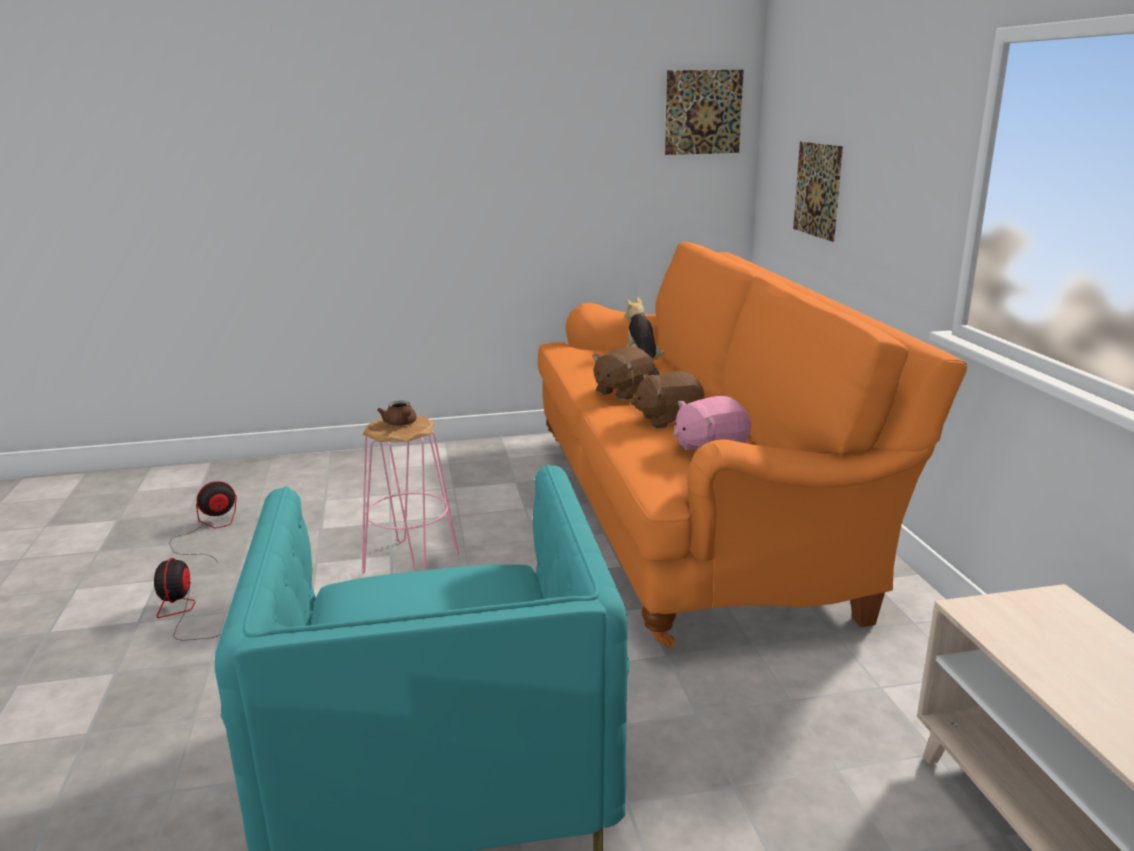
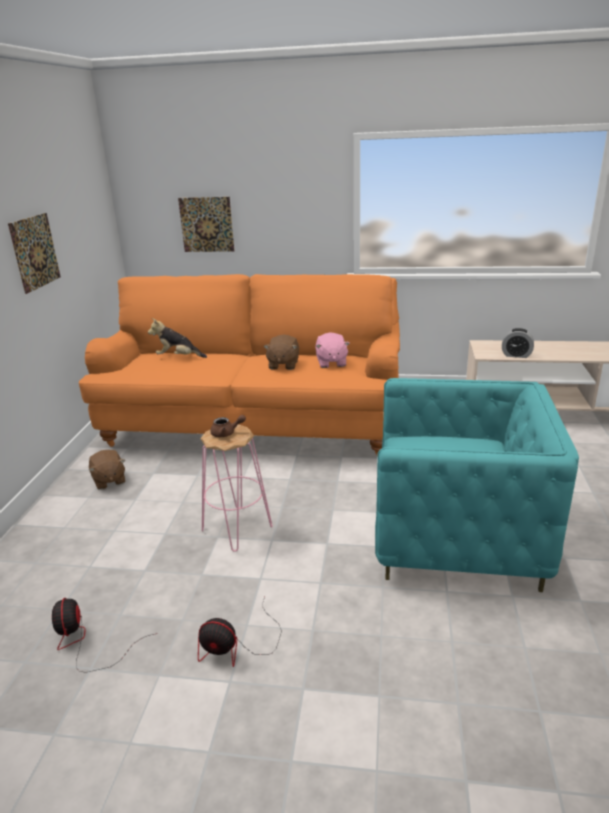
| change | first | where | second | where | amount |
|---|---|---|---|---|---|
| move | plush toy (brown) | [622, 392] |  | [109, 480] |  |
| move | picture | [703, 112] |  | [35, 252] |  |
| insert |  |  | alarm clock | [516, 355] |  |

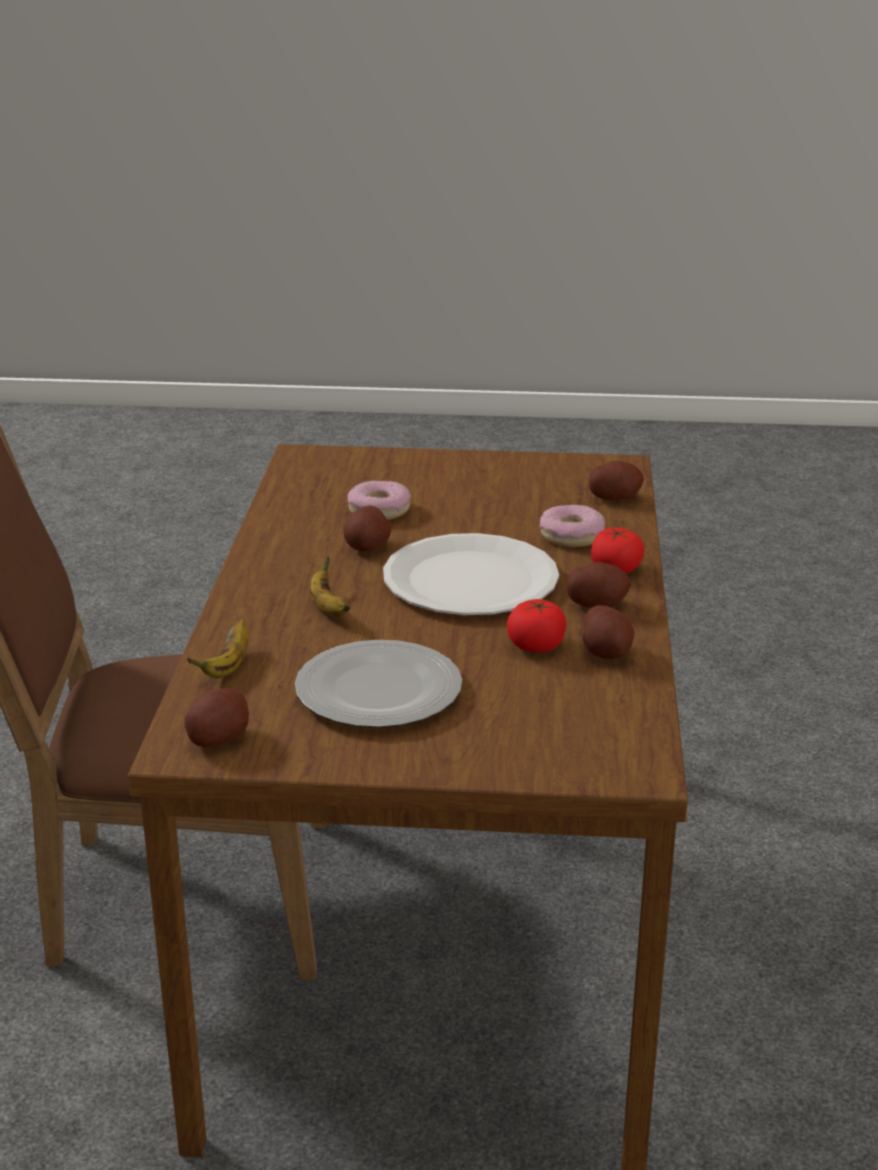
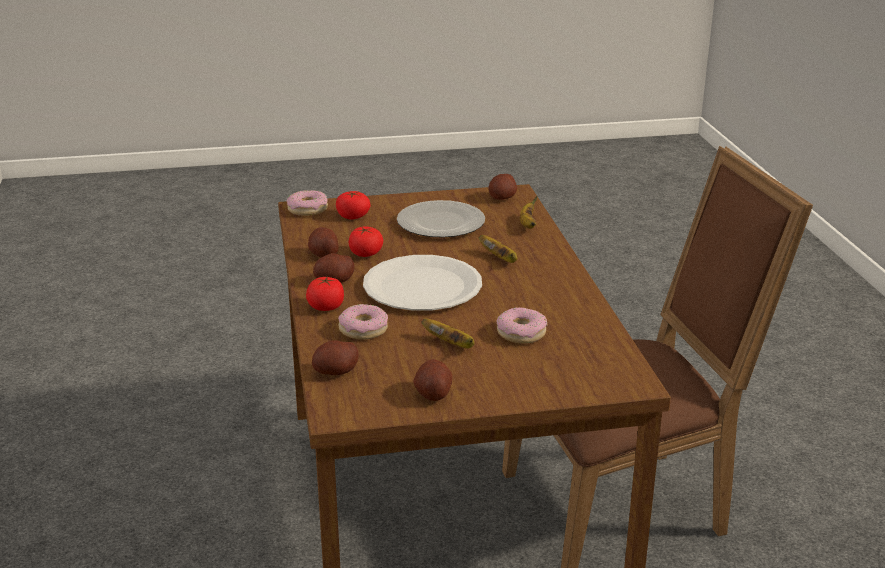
| change | first | where | second | where | amount |
|---|---|---|---|---|---|
| move | potato | [368, 546] |  | [433, 394] |  |
| insert |  |  | donut | [307, 209] |  |
| insert |  |  | tomato | [353, 216] |  |
| insert |  |  | banana | [451, 344] |  |

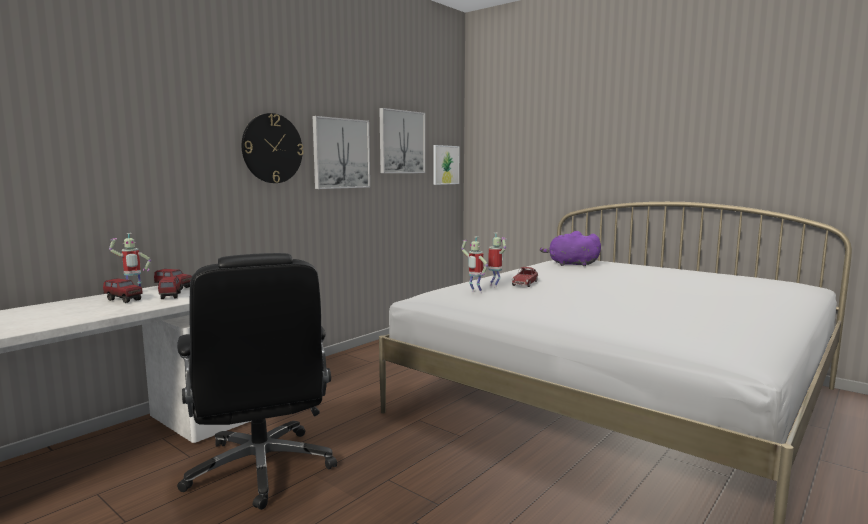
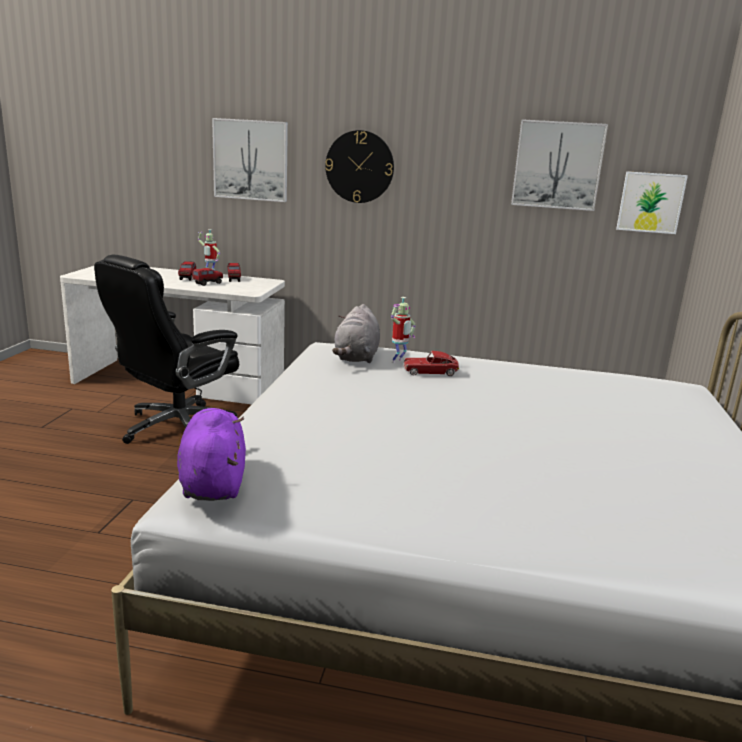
| change | first | where | second | where | amount |
|---|---|---|---|---|---|
| move | picture | [341, 153] |  | [250, 160] |  |
| replace | toy robot | [475, 292] | plush toy (grey) | [356, 357] |  |
| move | plush toy (purple) | [570, 264] |  | [213, 482] |  |

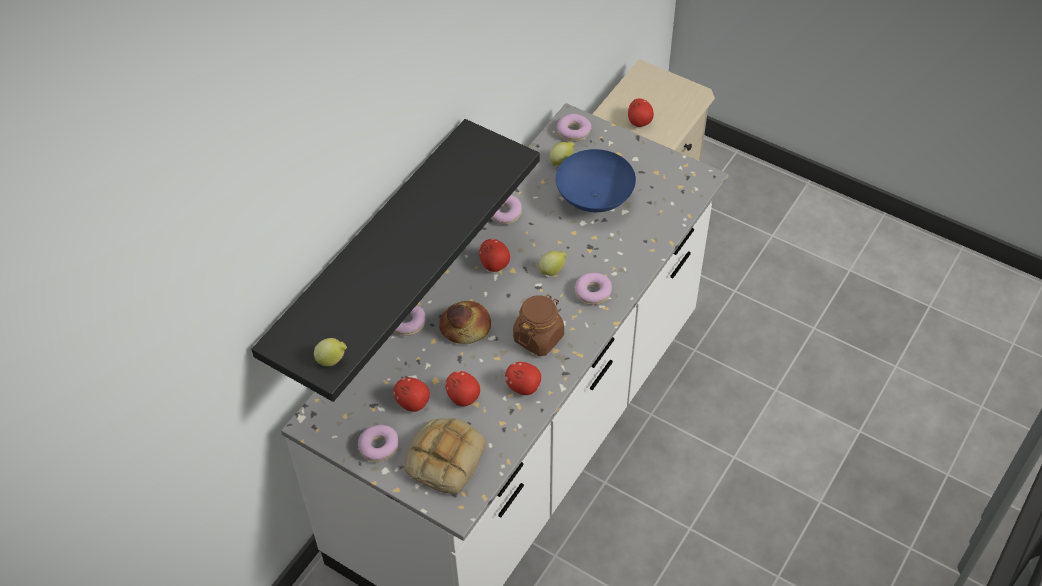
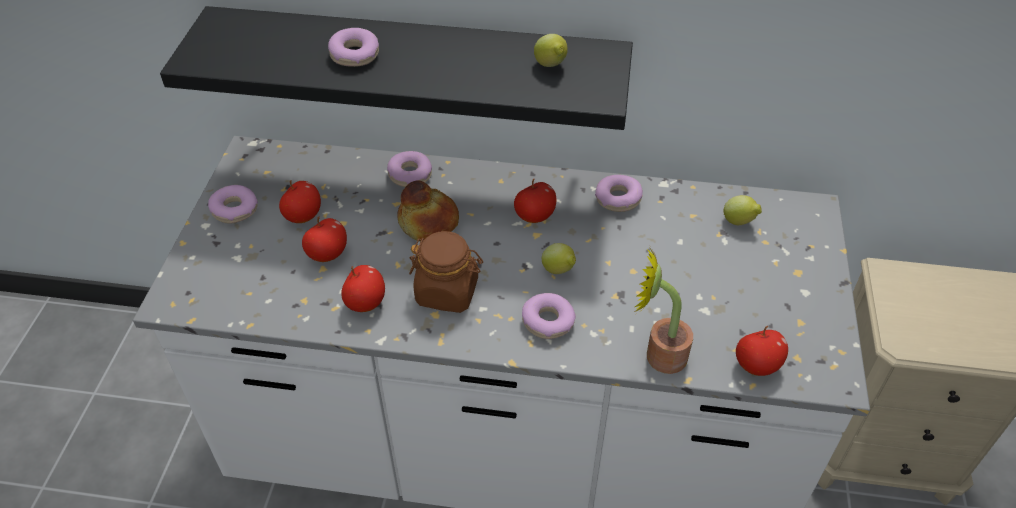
| change | first | where | second | where | amount |
|---|---|---|---|---|---|
| move | lemon | [332, 360] |  | [551, 66] |  |
| delete | bread | [444, 457] |  |  |  |
| delete | bowl (blue) | [594, 197] |  |  |  |
| move | donut | [573, 132] |  | [354, 55] |  |
| move | apple | [639, 122] |  | [757, 365] |  |
| insert |  |  | potted plant | [657, 355] |  |

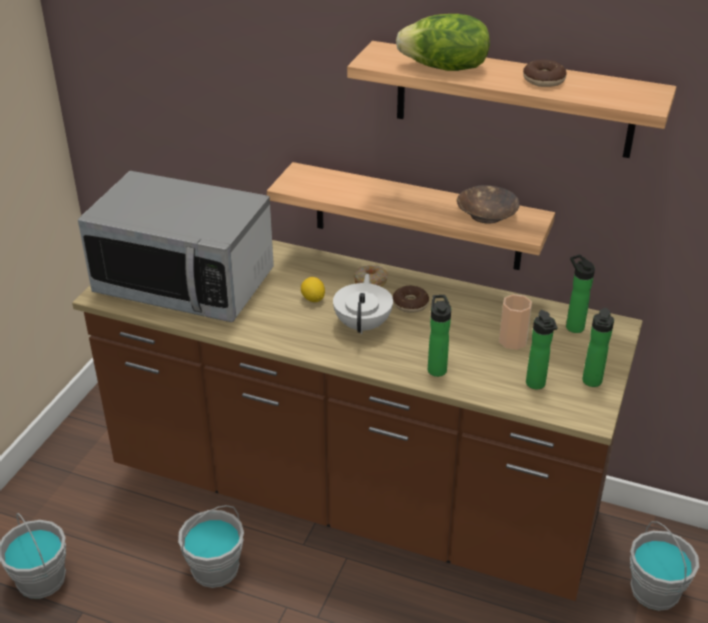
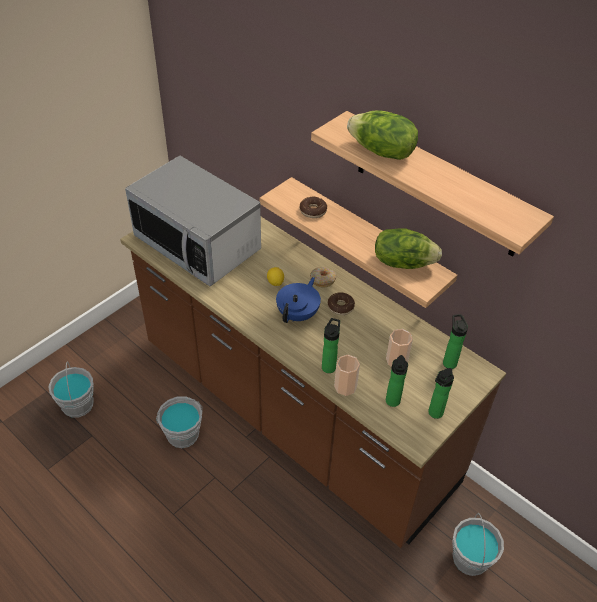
| change | first | where | second | where | amount |
|---|---|---|---|---|---|
| recolor | teapot (white) | [363, 325] | teapot (blue) | [298, 314] |  |
| replace | bowl (brown) | [486, 214] | lettuce | [403, 262] |  |
| move | donut | [543, 80] |  | [313, 211] |  |
| insert |  |  | cup | [345, 386] |  |

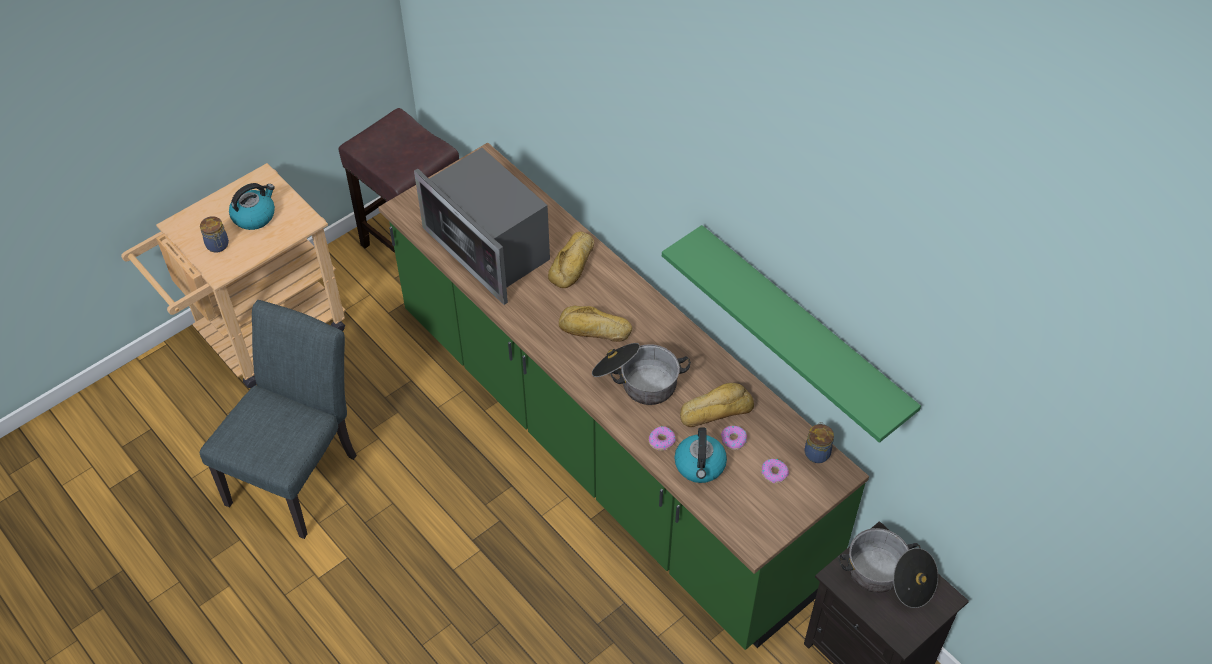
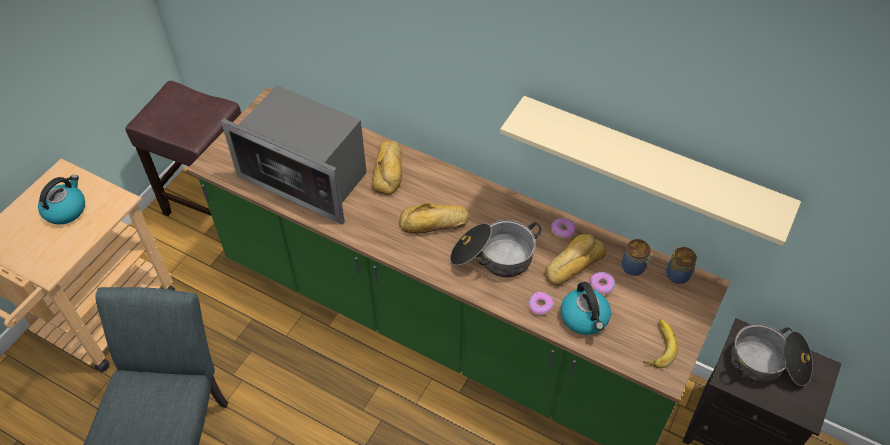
| change | first | where | second | where | amount |
|---|---|---|---|---|---|
| move | jar | [218, 246] |  | [634, 268] |  |
| recolor | shelf (green) | [802, 329] | shelf (beige) | [650, 165] |  |
| move | donut | [774, 473] |  | [563, 230] |  |
| insert |  |  | banana | [657, 345] |  |

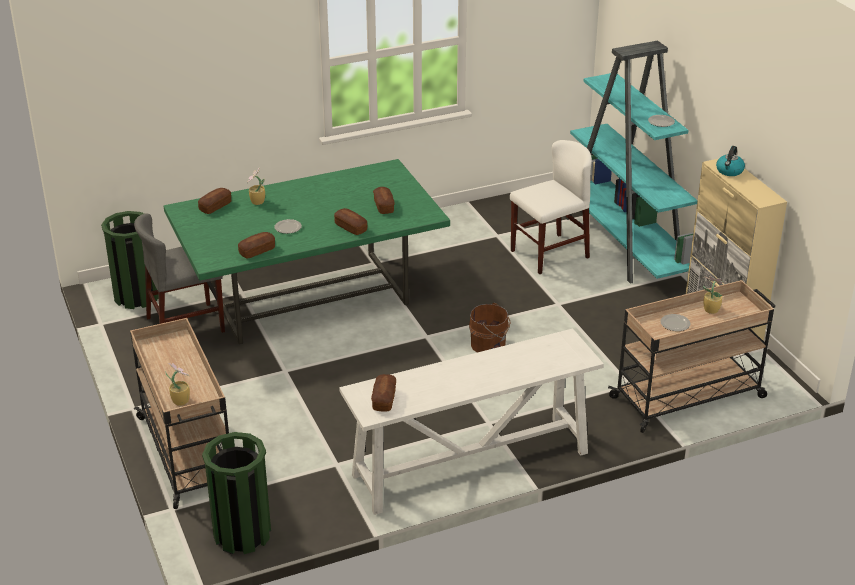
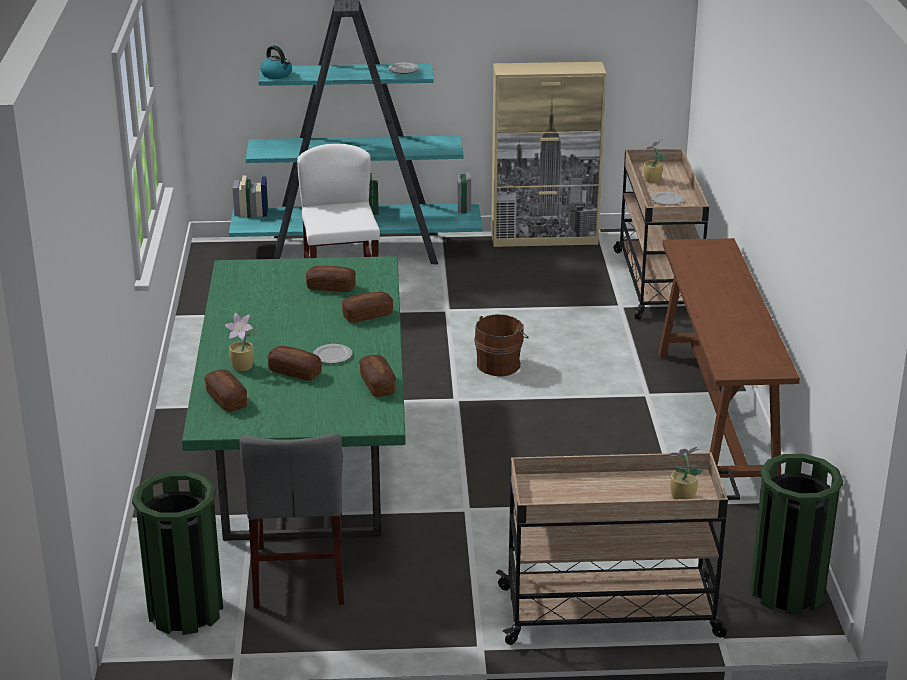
| change | first | where | second | where | amount |
|---|---|---|---|---|---|
| recolor | console table (white) | [469, 464] | console table (brown) | [715, 420] |  |
| move | bread | [384, 399] |  | [295, 372] |  |
| move | kettle | [729, 171] |  | [277, 75] |  |

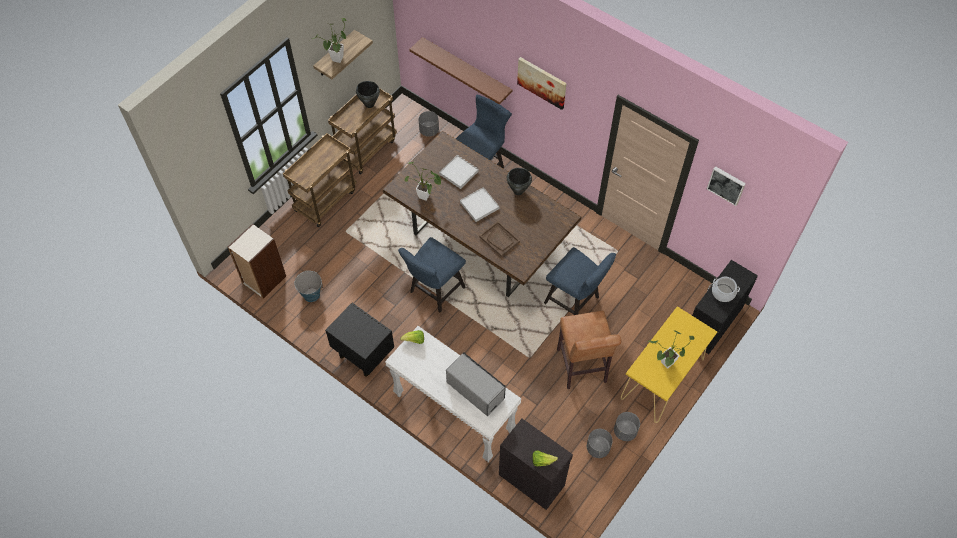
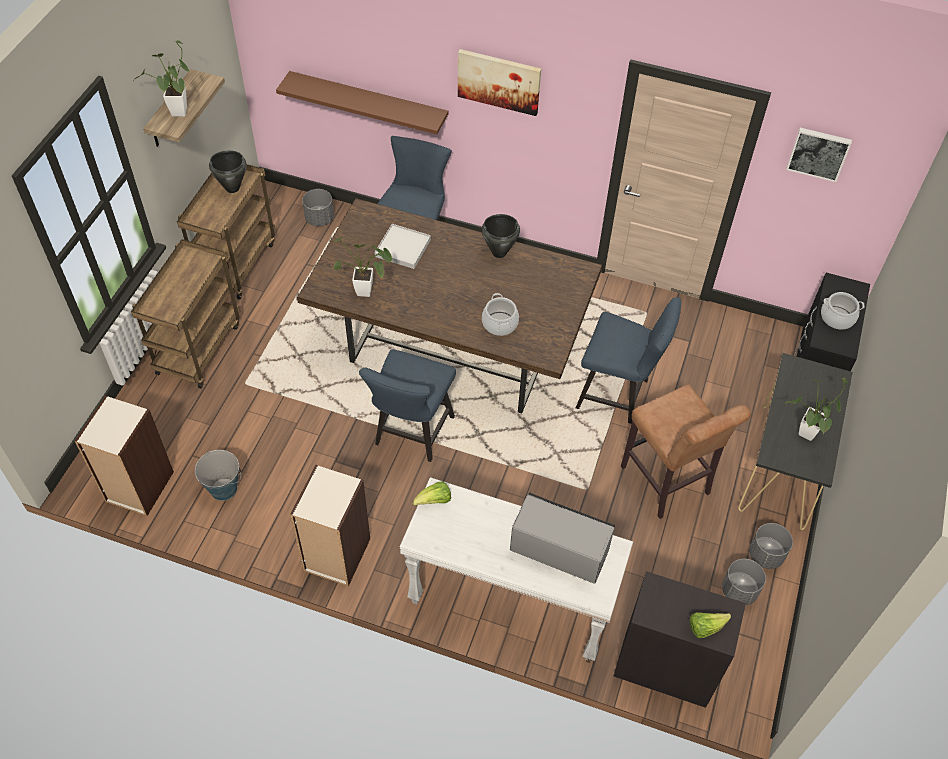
| change | first | where | second | where | amount |
|---|---|---|---|---|---|
| replace | nightstand (black) | [363, 354] | bookcase | [336, 555] |  |
| delete | tray (white) | [479, 205] |  |  |  |
| replace | tray (brown) | [499, 239] | cooking pot | [500, 323] |  |
| recolor | console table (yellow) | [662, 379] | console table (black) | [782, 467] |  |

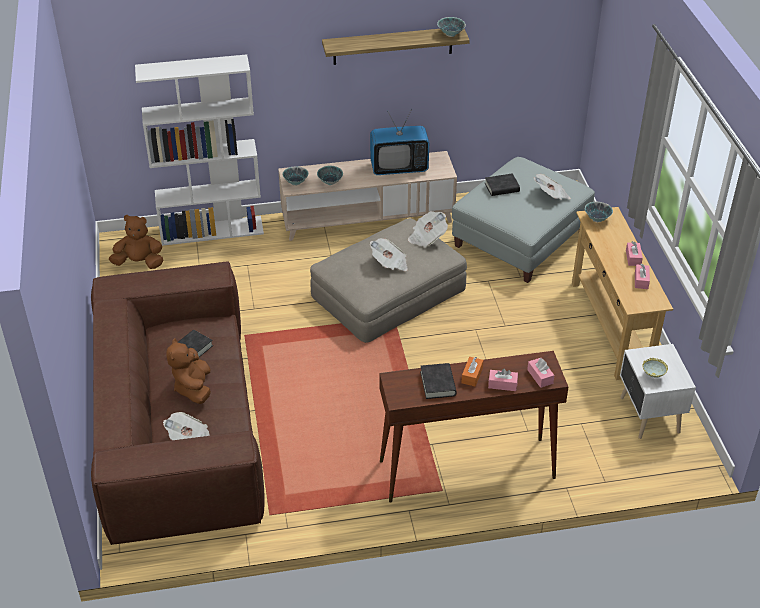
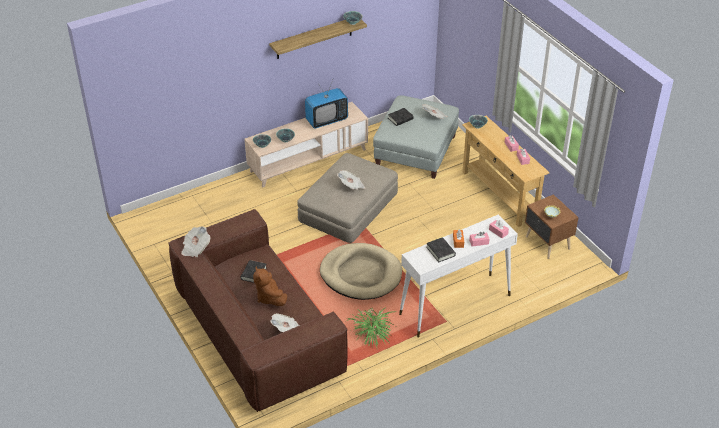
| change | first | where | second | where | amount |
|---|---|---|---|---|---|
| delete | plush toy (brown) | [139, 263] |  |  |  |
| delete | bookcase (white) | [212, 230] |  |  |  |
| recolor | console table (brown) | [466, 470] | console table (white) | [454, 305] |  |
| move | newspaper | [427, 237] |  | [195, 248] |  |
| recolor | nightstand (white) | [648, 416] | nightstand (brown) | [547, 244] |  |
| insert |  |  | dog bed (beige) | [361, 274] |  |
| insert |  |  | potted plant | [372, 333] |  |

